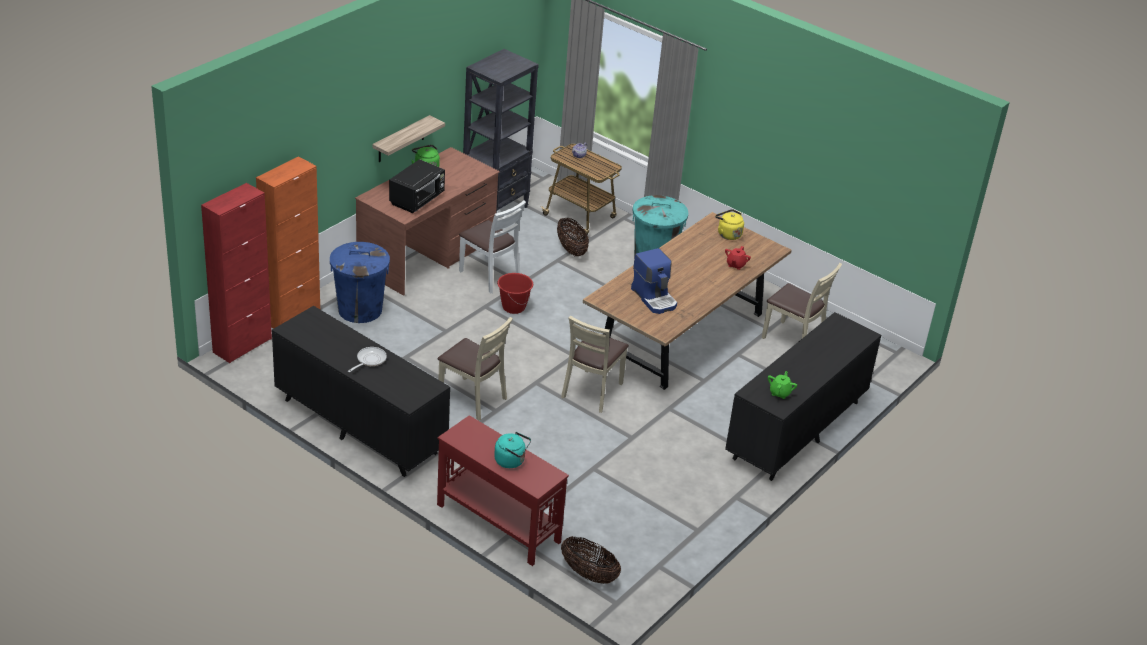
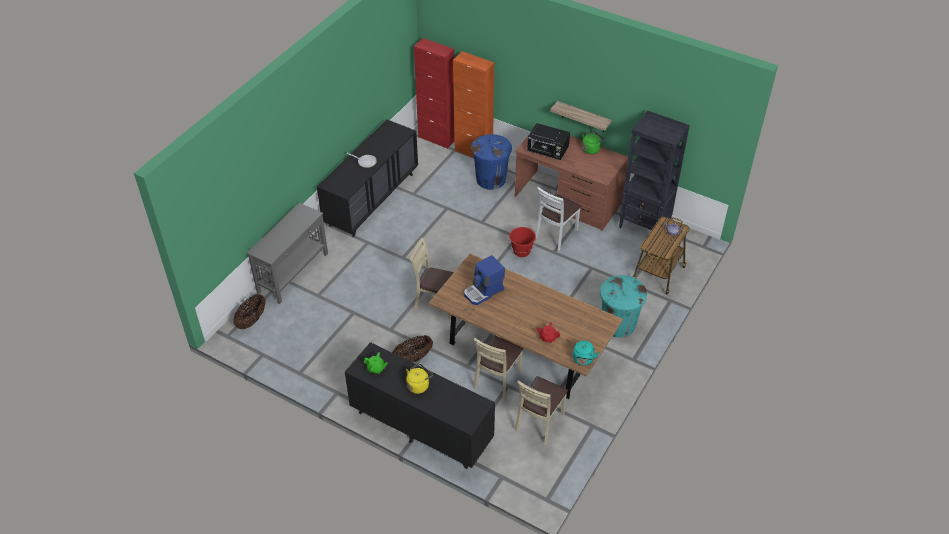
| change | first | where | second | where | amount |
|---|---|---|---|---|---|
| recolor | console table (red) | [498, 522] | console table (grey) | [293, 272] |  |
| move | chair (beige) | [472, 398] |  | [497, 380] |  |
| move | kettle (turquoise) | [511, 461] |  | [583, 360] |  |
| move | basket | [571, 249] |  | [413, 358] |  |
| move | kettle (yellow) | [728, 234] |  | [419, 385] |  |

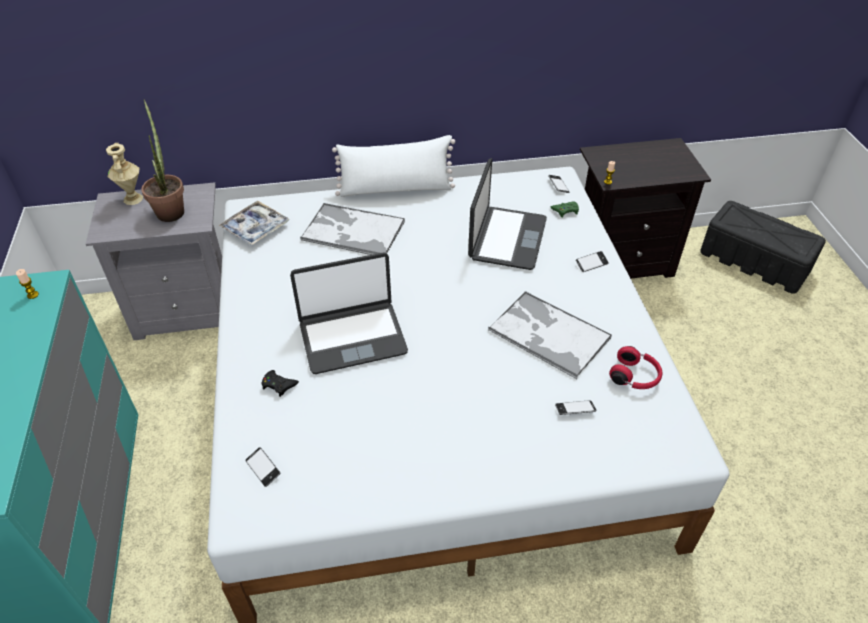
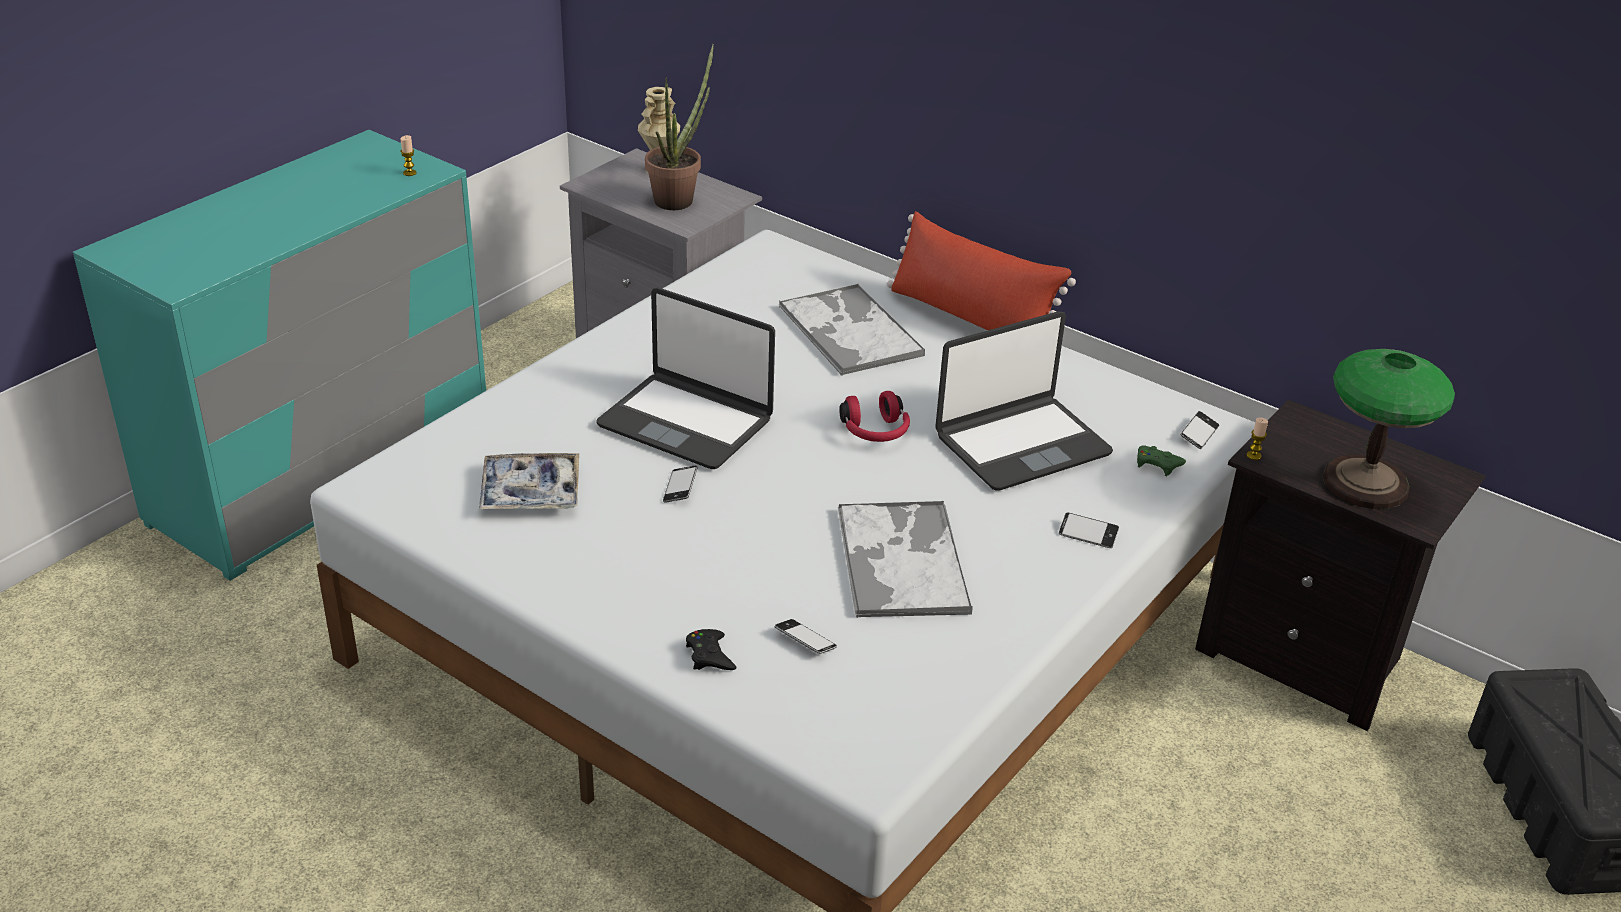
| change | first | where | second | where | amount |
|---|---|---|---|---|---|
| move | tray | [255, 228] |  | [530, 492] |  |
| move | phone | [263, 469] |  | [680, 488] |  |
| move | game controller (black) | [278, 385] |  | [709, 655] |  |
| recolor | pillow (white) | [396, 189] | pillow (red) | [971, 319] |  |
| move | headphones (red) | [635, 377] |  | [875, 432] |  |
| insert |  |  | table lamp | [1365, 484] |  |

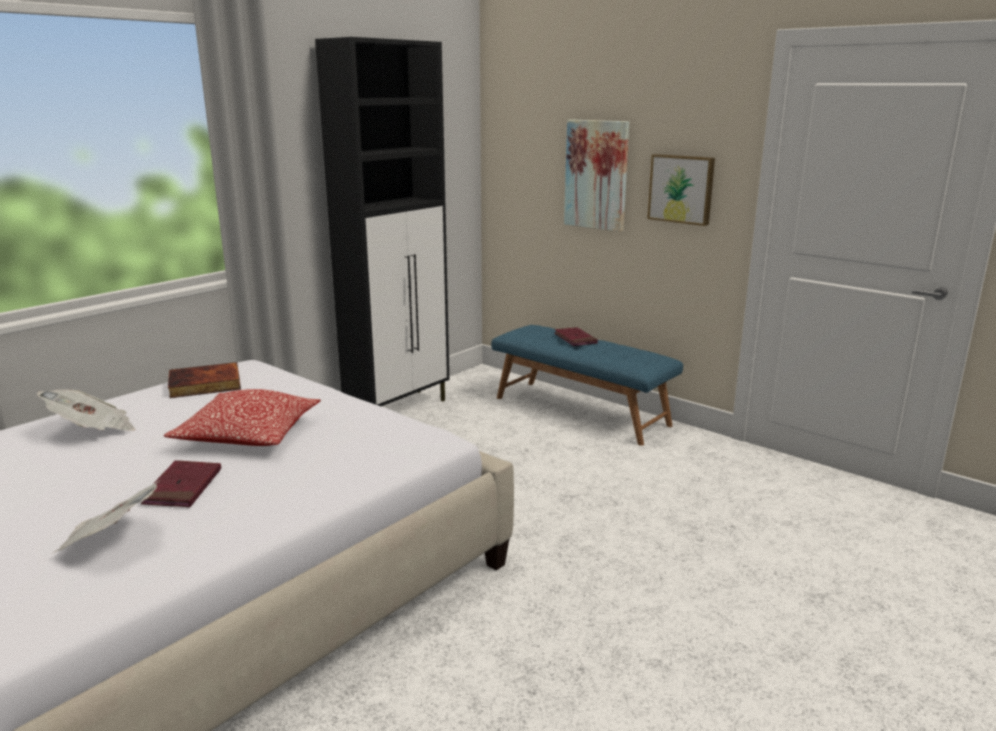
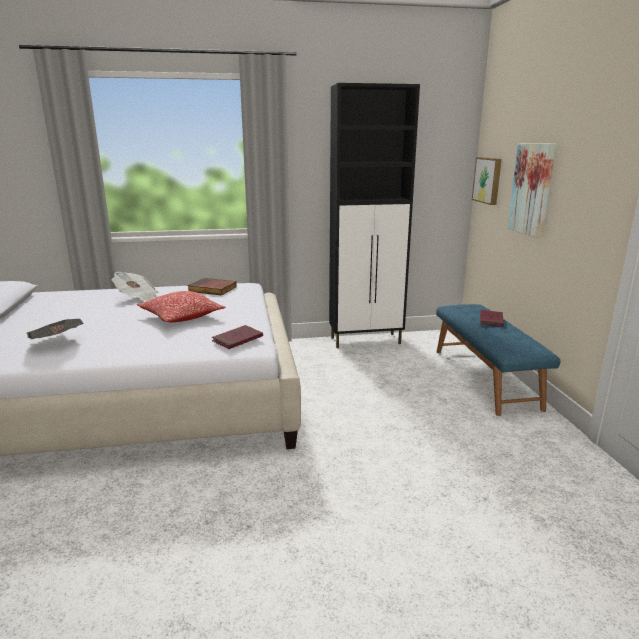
| change | first | where | second | where | amount |
|---|---|---|---|---|---|
| move | book (red) | [183, 487] |  | [237, 339] |  |
| move | picture | [681, 189] |  | [488, 180] |  |

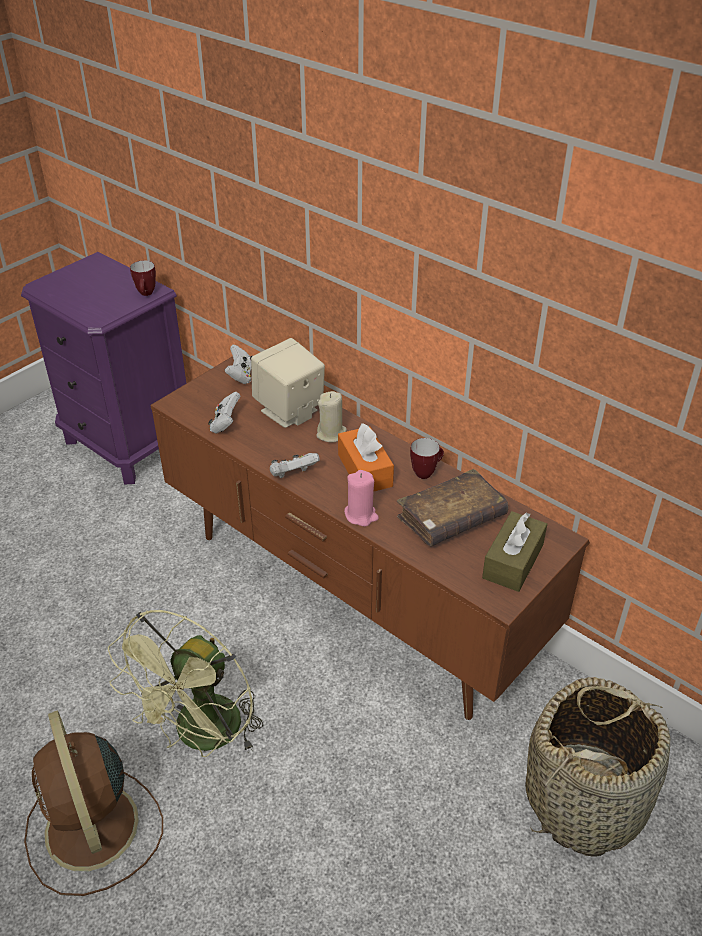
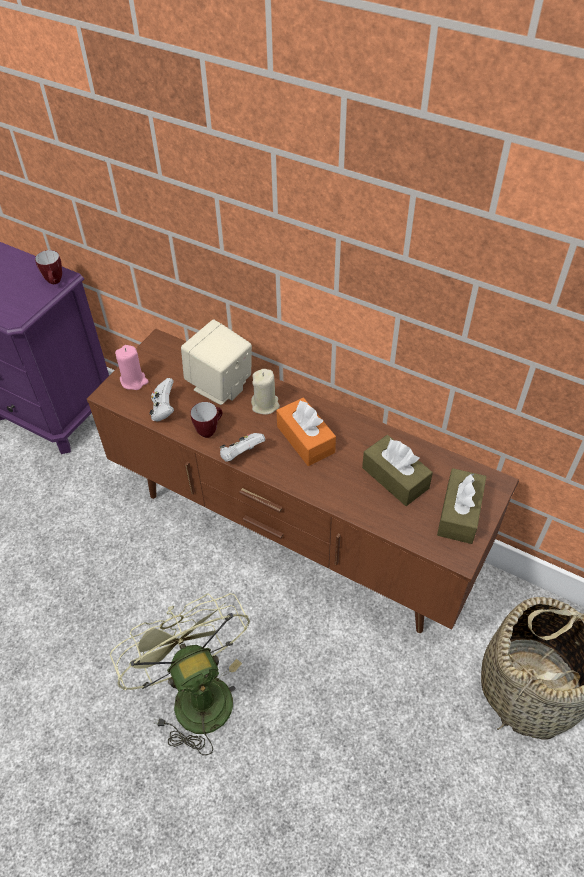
| change | first | where | second | where | amount |
|---|---|---|---|---|---|
| delete | fan (brown) | [93, 830] |  |  |  |
| rotate | fan (green) | [202, 737] |  | [195, 693] | 135 degrees clockwise |
| delete | game controller (white) | [241, 375] |  |  |  |
| move | candle (pink) | [361, 515] |  | [134, 381] |  |
| replace | book (brown) | [451, 518] | tissue box (brown) | [395, 478] |  |
| move | mug | [426, 472] |  | [209, 430] |  |

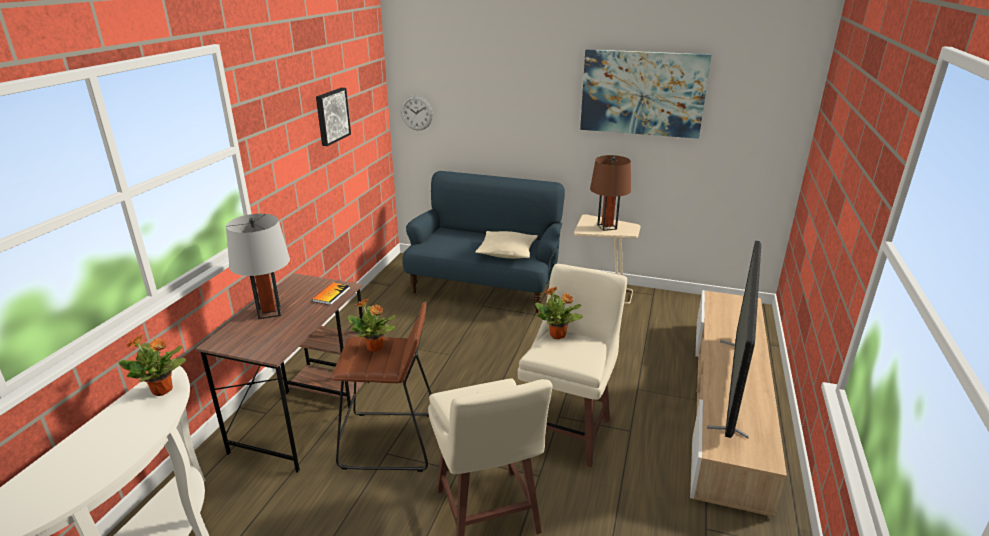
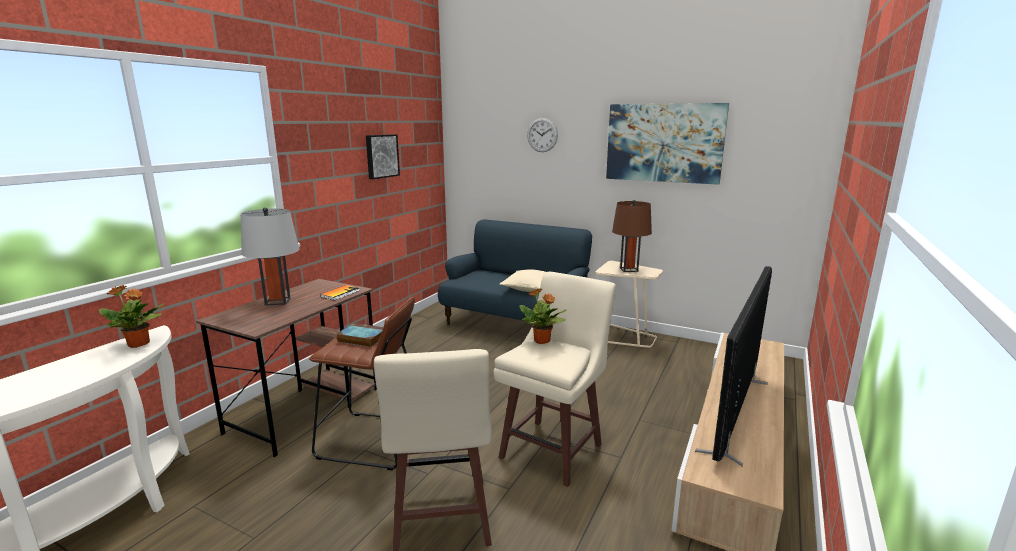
| change | first | where | second | where | amount |
|---|---|---|---|---|---|
| replace | potted plant | [375, 348] | book | [361, 338] |  |
| move | wall clock | [416, 113] |  | [542, 135] |  |

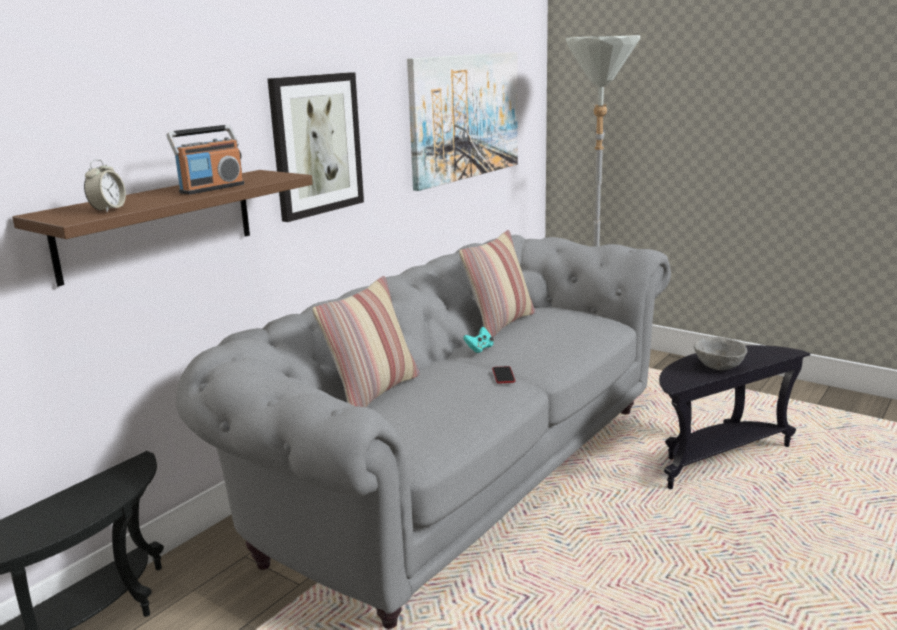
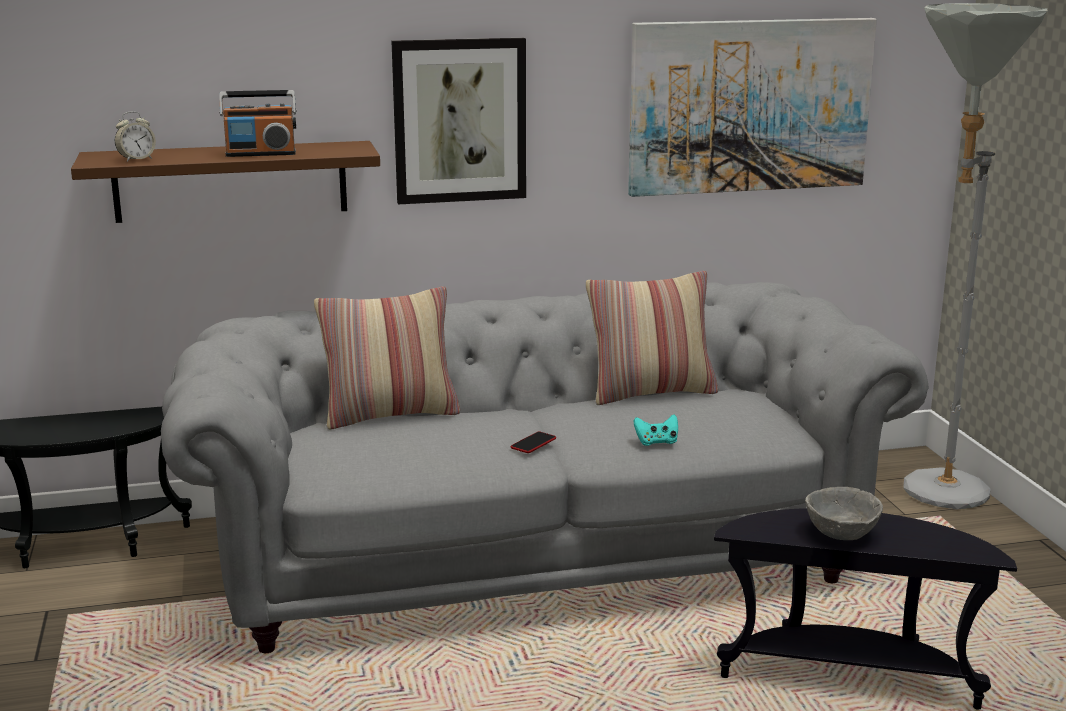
| change | first | where | second | where | amount |
|---|---|---|---|---|---|
| move | game controller (turquoise) | [479, 349] |  | [656, 442] |  |

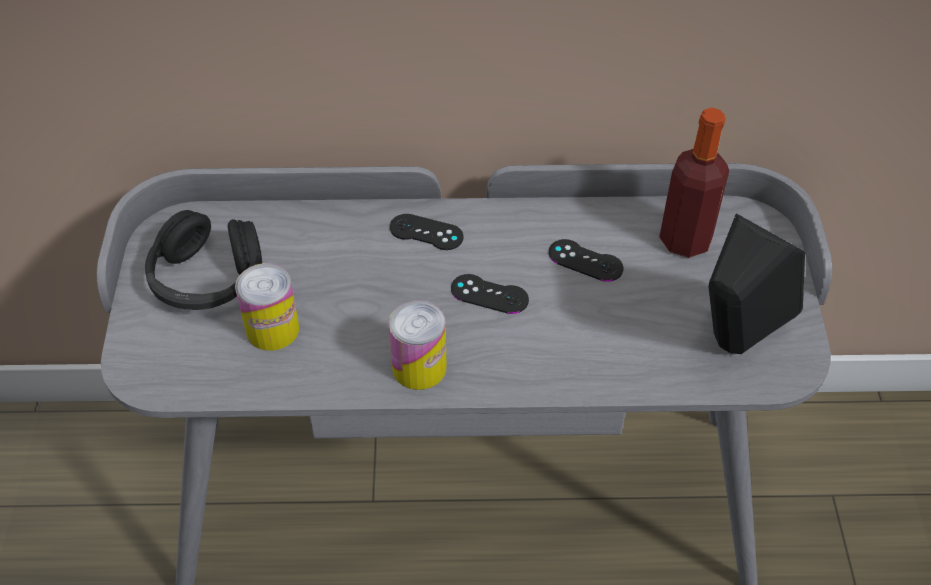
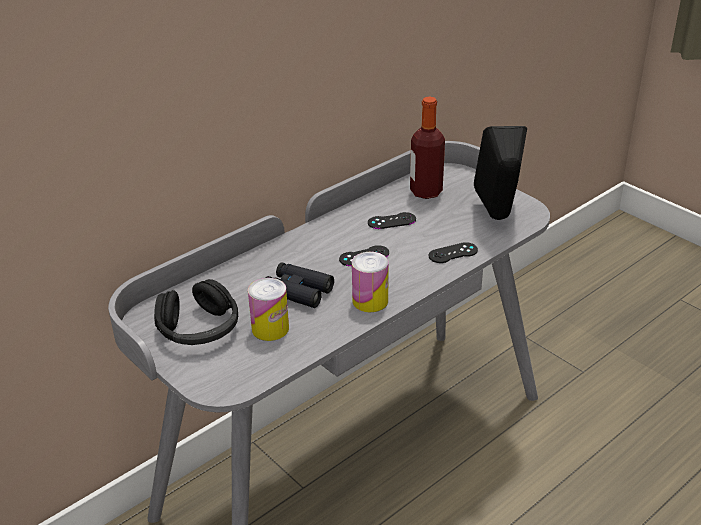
| change | first | where | second | where | amount |
|---|---|---|---|---|---|
| move | game controller (black) | [426, 232] |  | [453, 253] |  |
| insert |  |  | binoculars (black) | [298, 291] |  |

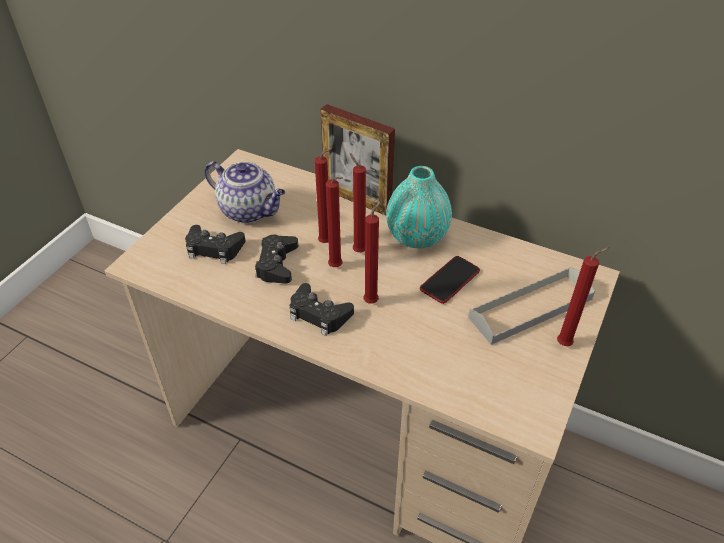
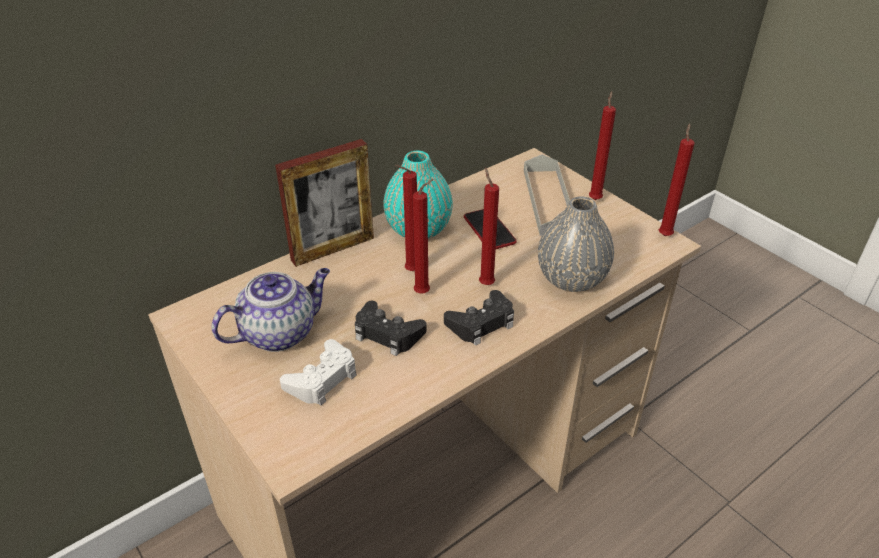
| change | first | where | second | where | amount |
|---|---|---|---|---|---|
| recolor | game controller (black) | [214, 248] | game controller (white) | [322, 379] |  |
| move | candle (red) | [327, 242] |  | [665, 234] |  |
| insert |  |  | vase (grey) | [571, 279] |  |

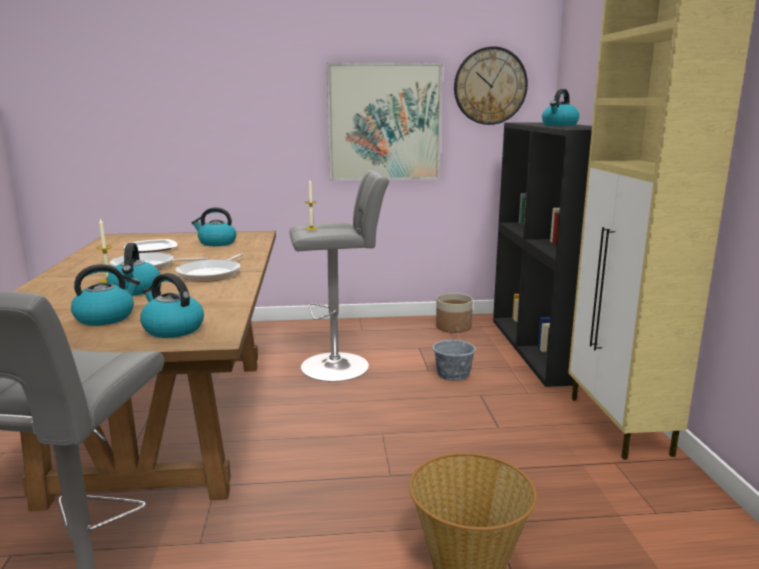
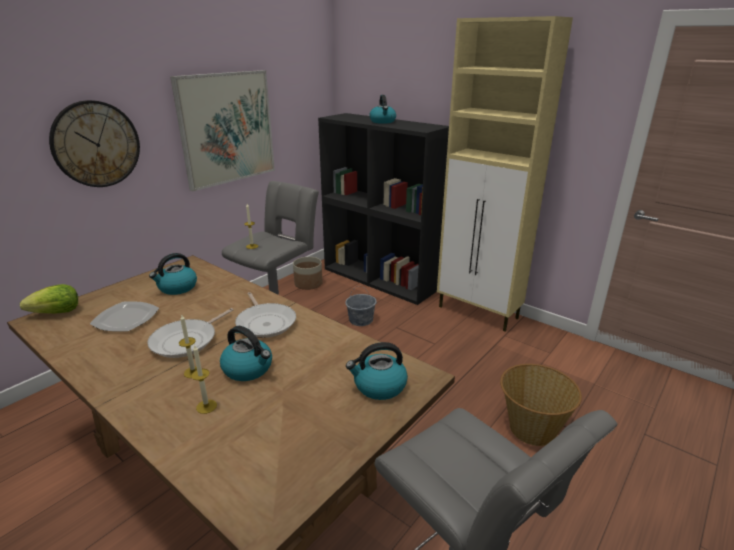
| change | first | where | second | where | amount |
|---|---|---|---|---|---|
| delete | kettle | [106, 317] |  |  |  |
| move | wall clock | [490, 86] |  | [96, 144] |  |
| insert |  |  | lettuce | [57, 313] |  |
| insert |  |  | candle | [206, 406] |  |

